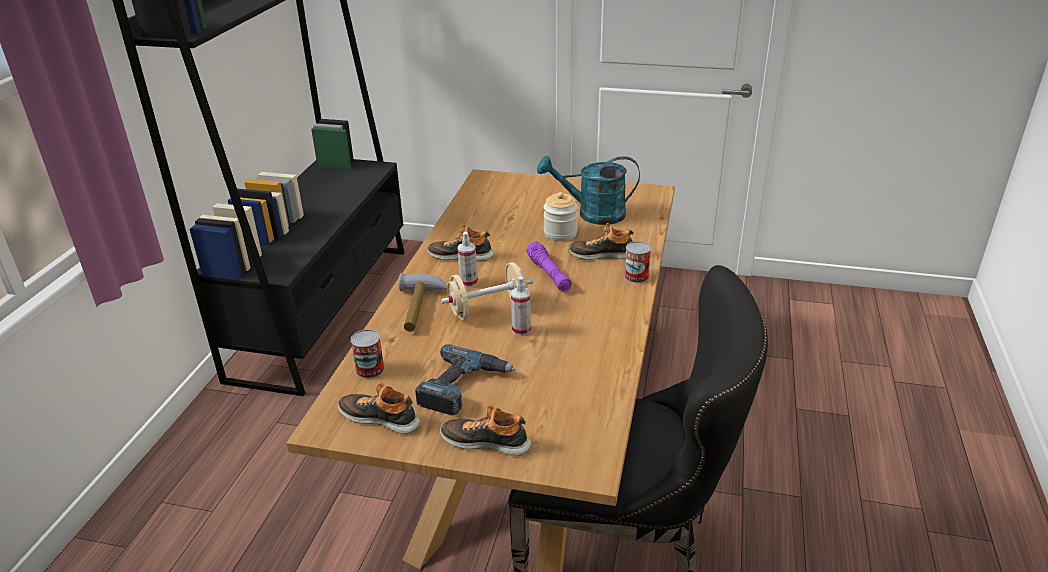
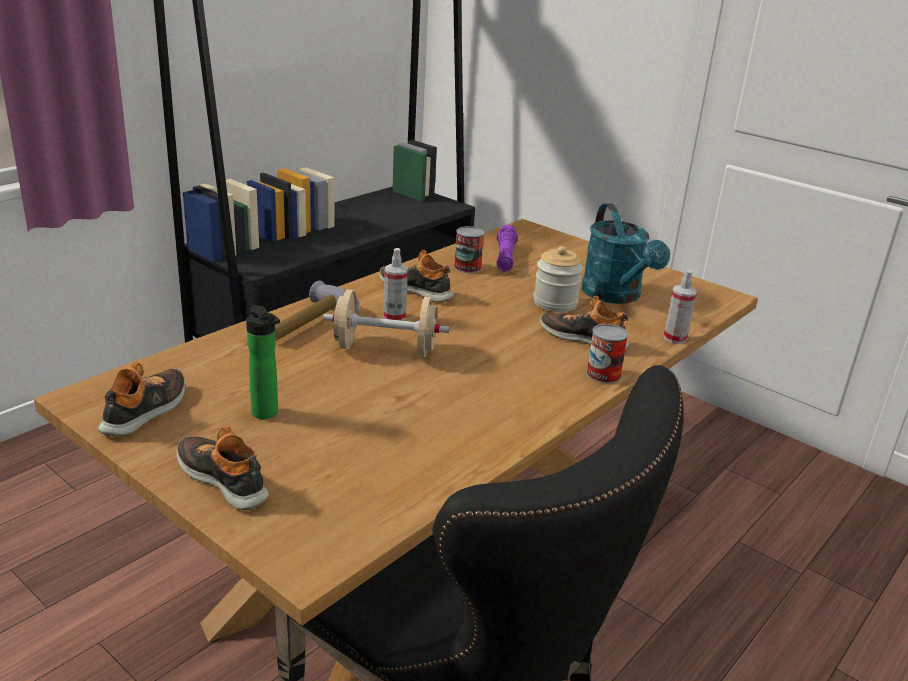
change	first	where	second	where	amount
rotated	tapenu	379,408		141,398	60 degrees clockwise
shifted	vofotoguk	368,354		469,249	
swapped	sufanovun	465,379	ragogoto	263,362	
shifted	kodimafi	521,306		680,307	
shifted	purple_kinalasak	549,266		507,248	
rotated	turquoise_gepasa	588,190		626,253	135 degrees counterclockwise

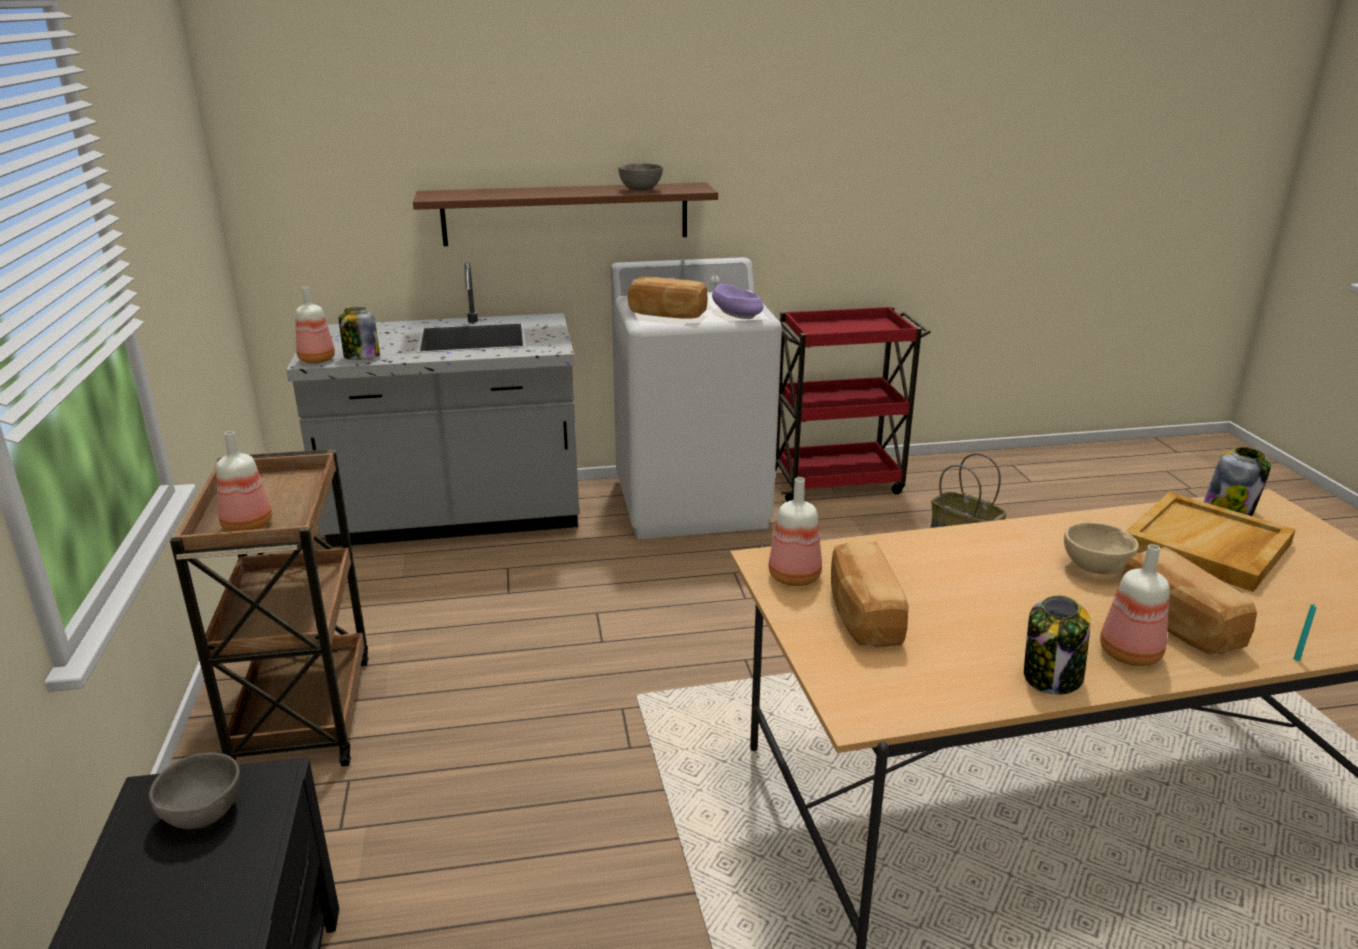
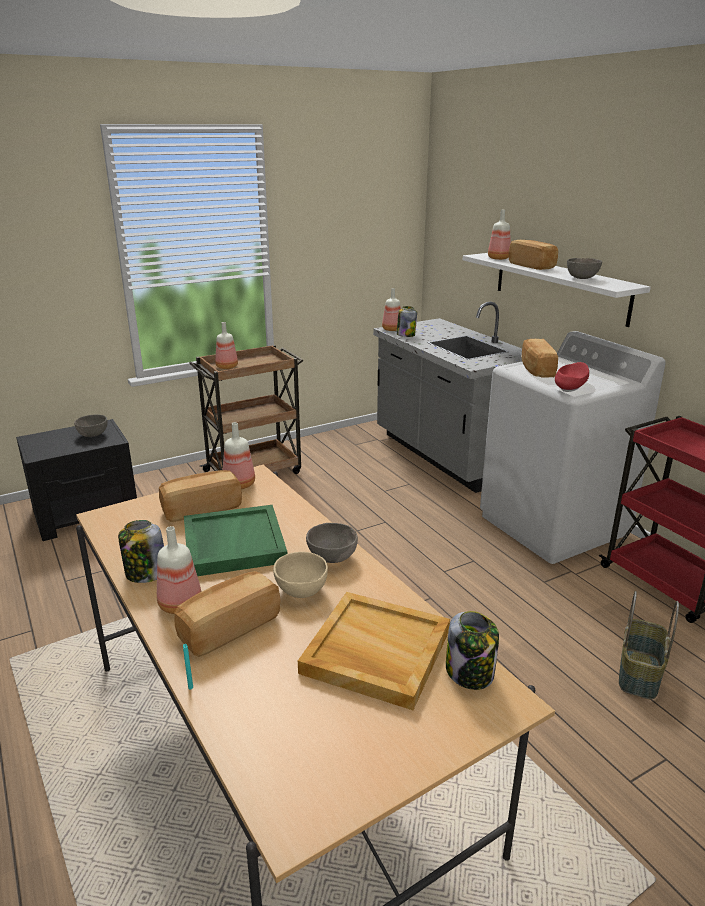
change	first	where	second	where	amount
repainted	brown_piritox	565,214	white_piritox	557,290	
repainted	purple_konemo	737,301	red_konemo	572,377	
new			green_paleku	235,540	
new			grey_konemo	332,543	
new			ragogoto	499,235	
new			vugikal	533,255	

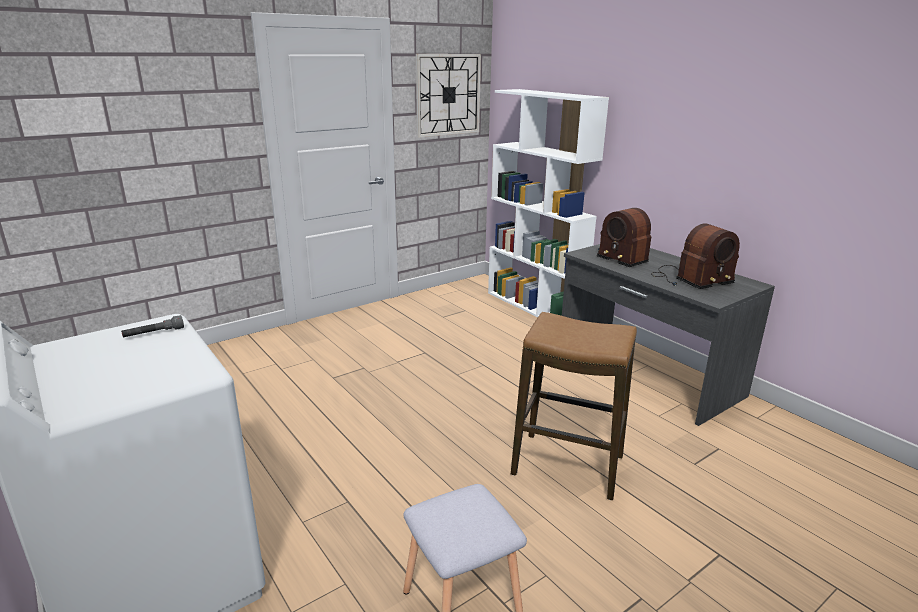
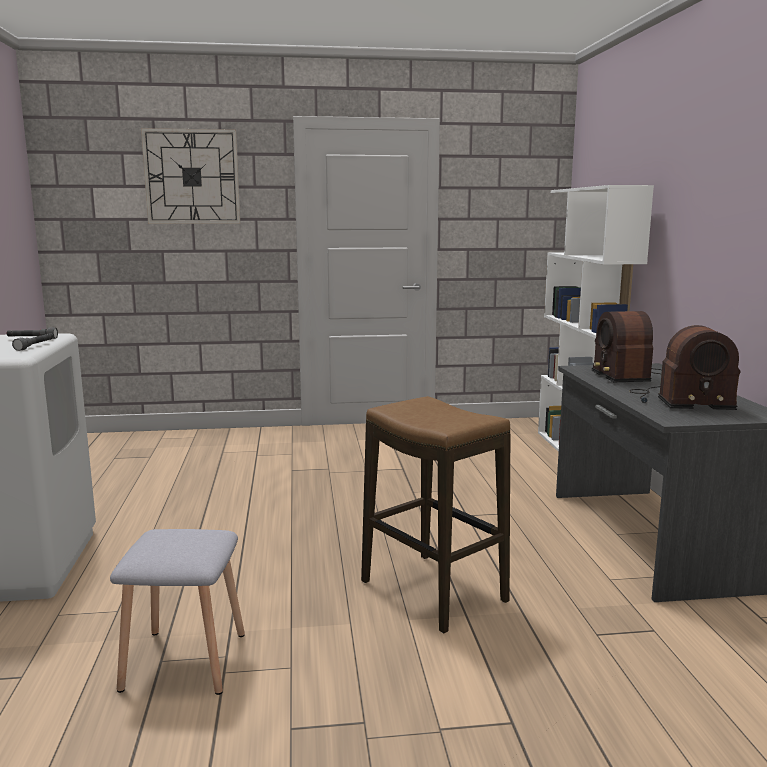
change	first	where	second	where	amount
shifted	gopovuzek	448,95		190,176	
new			grey_kinalasak	32,342	

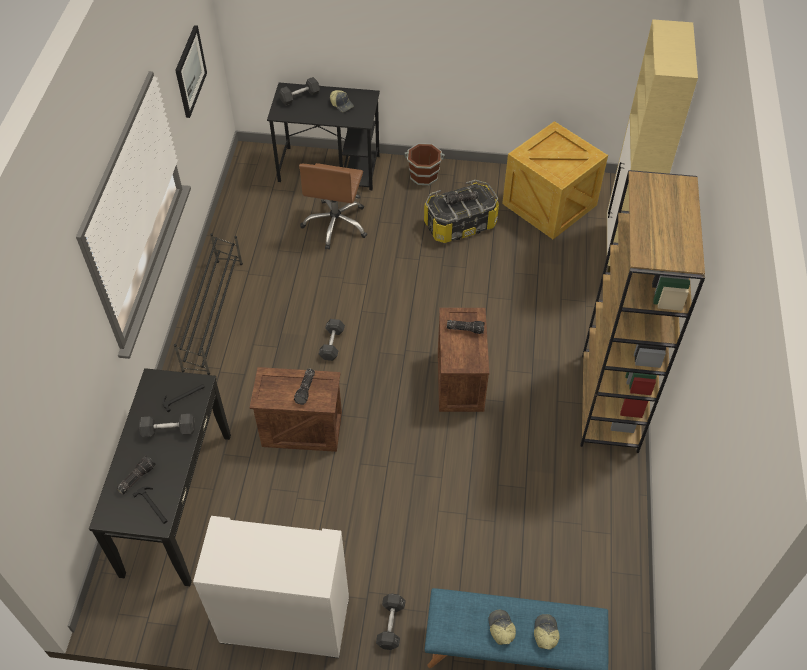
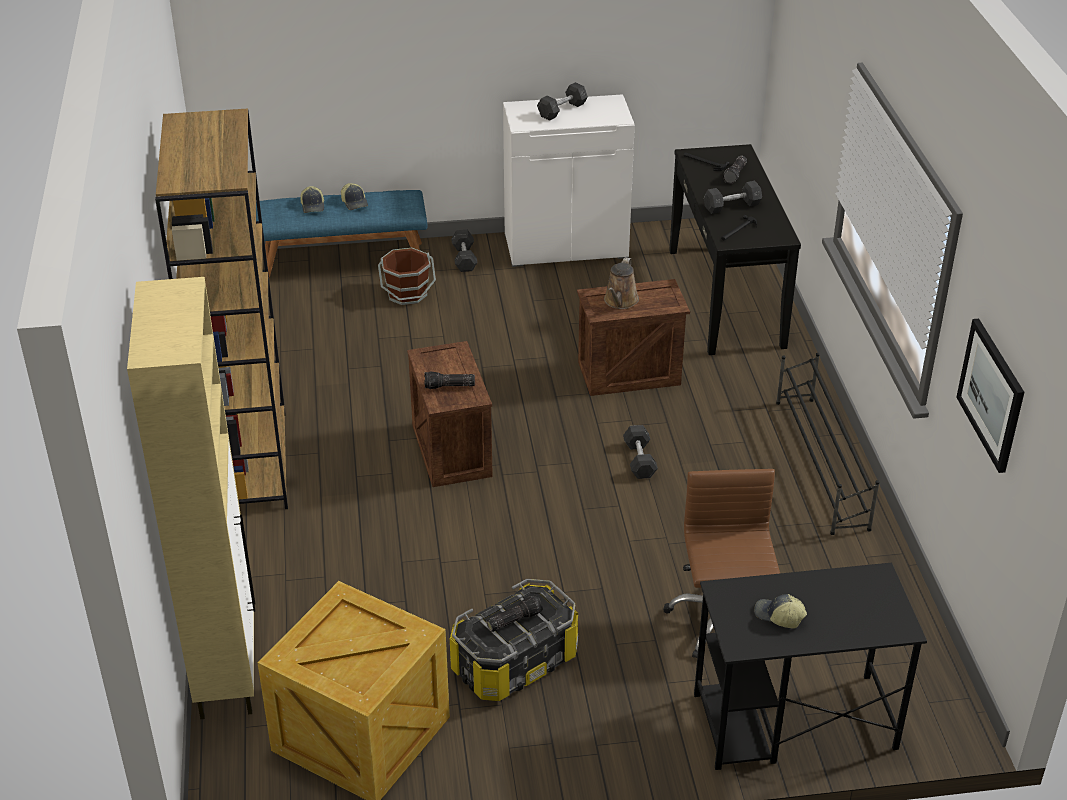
change	first	where	second	where	amount
shifted	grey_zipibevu	299,91		562,101	
swapped	kinalasak	304,386	brown_gepasa	621,283	
shifted	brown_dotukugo	425,164		407,276	

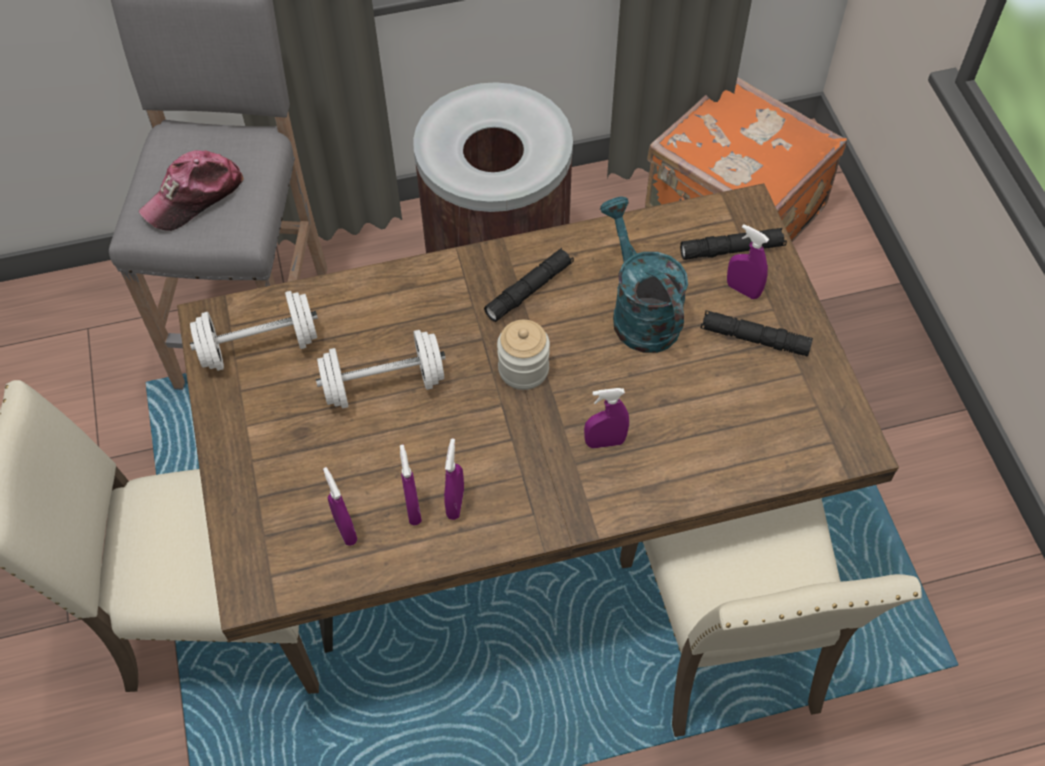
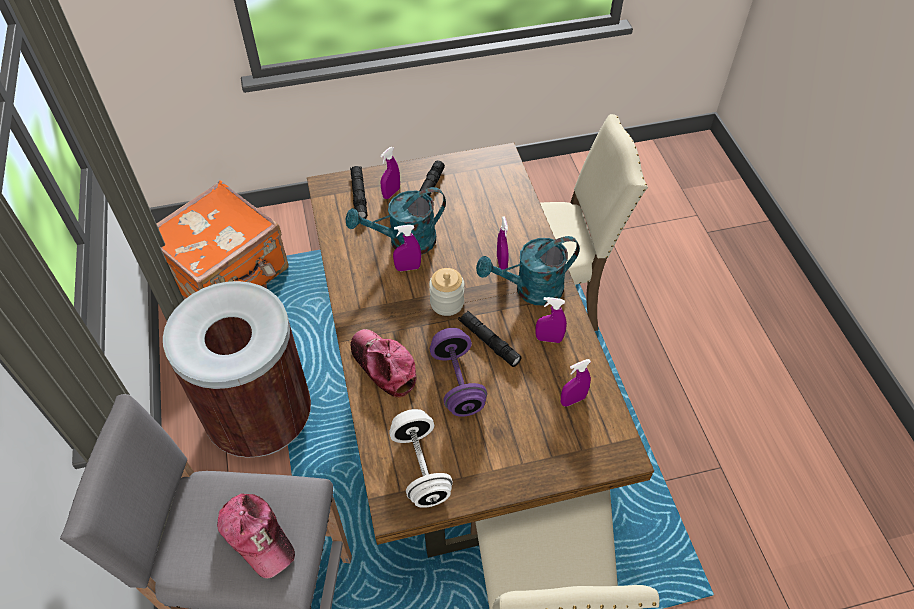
change	first	where	second	where	amount
repainted	white_zipibevu	381,369	purple_zipibevu	458,372	
shifted	purple_kodimafi	411,484		407,248	
shifted	black_kinalasak	529,285		490,338	
new			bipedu	384,363	
new			turquoise_gepasa	528,271	

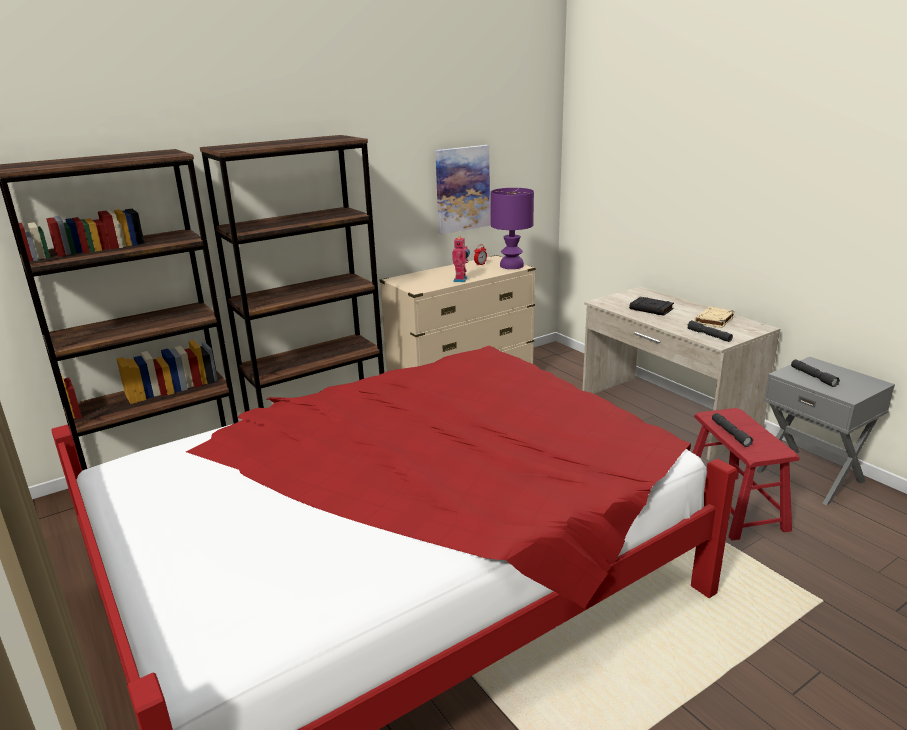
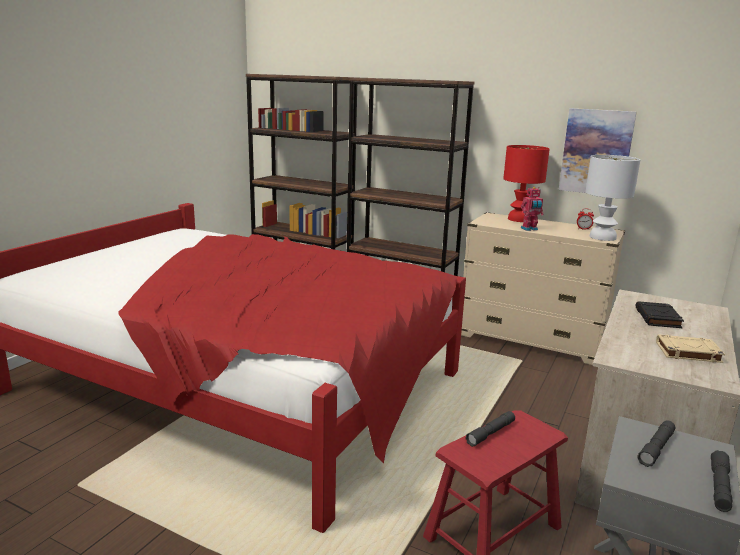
change	first	where	second	where	amount
repainted	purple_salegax	512,228	white_salegax	612,198	
shifted	grey_kinalasak	710,331		721,481	
new			red_salegax	526,183	

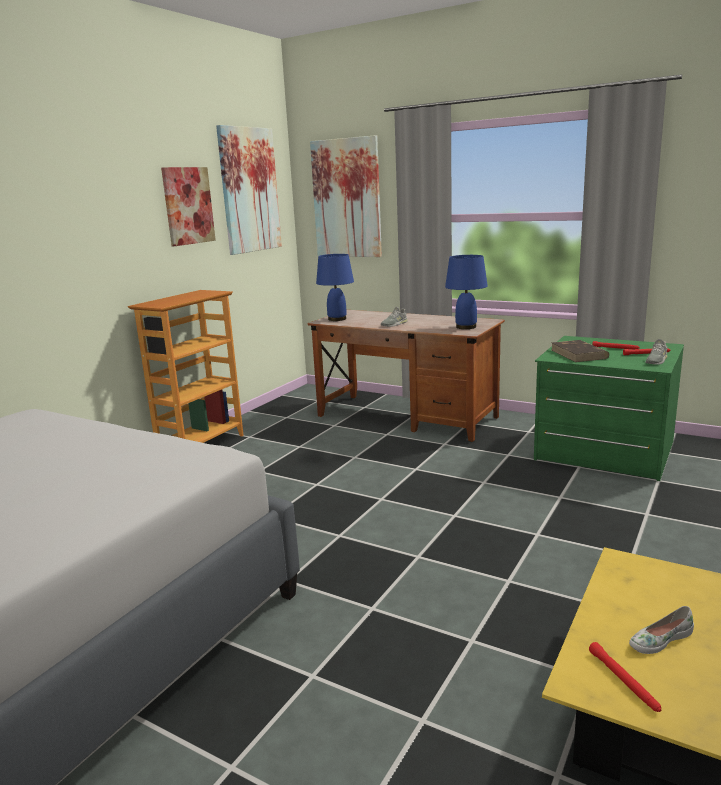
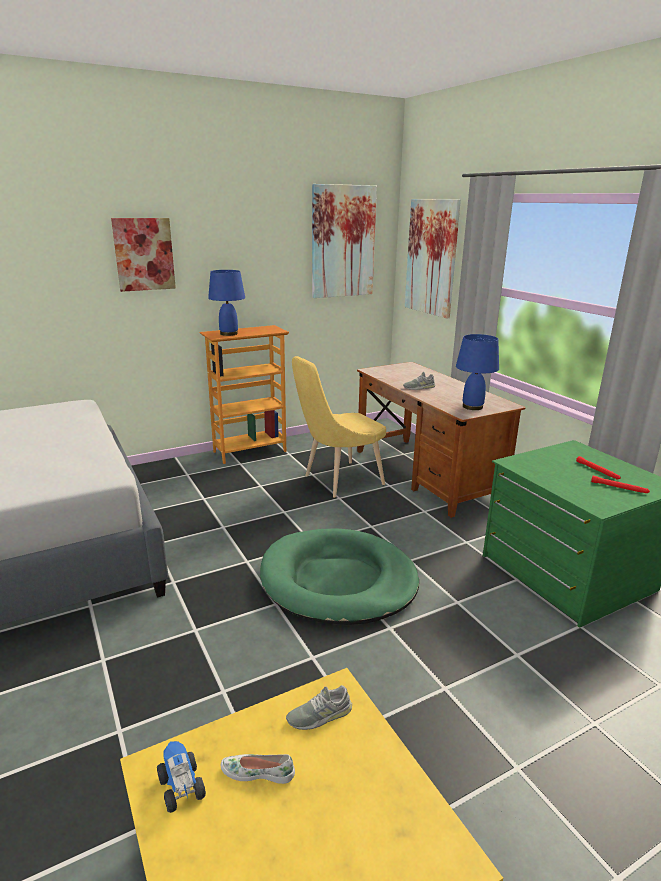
change	first	where	second	where	amount
shifted	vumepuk	188,206		143,255	
shifted	blue_salegax	335,287		226,303	
gone	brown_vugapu	580,351			
swapped	red_kinalasak	625,677	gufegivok	181,777	
shifted	grey_tapenu	656,352		319,707	
new			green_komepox	339,576	
new			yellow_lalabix	339,427	

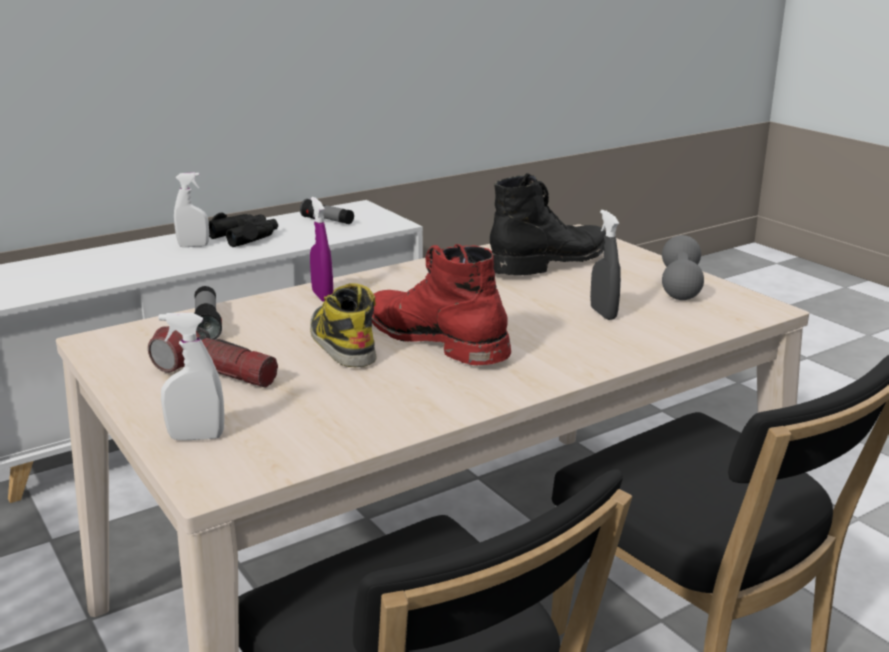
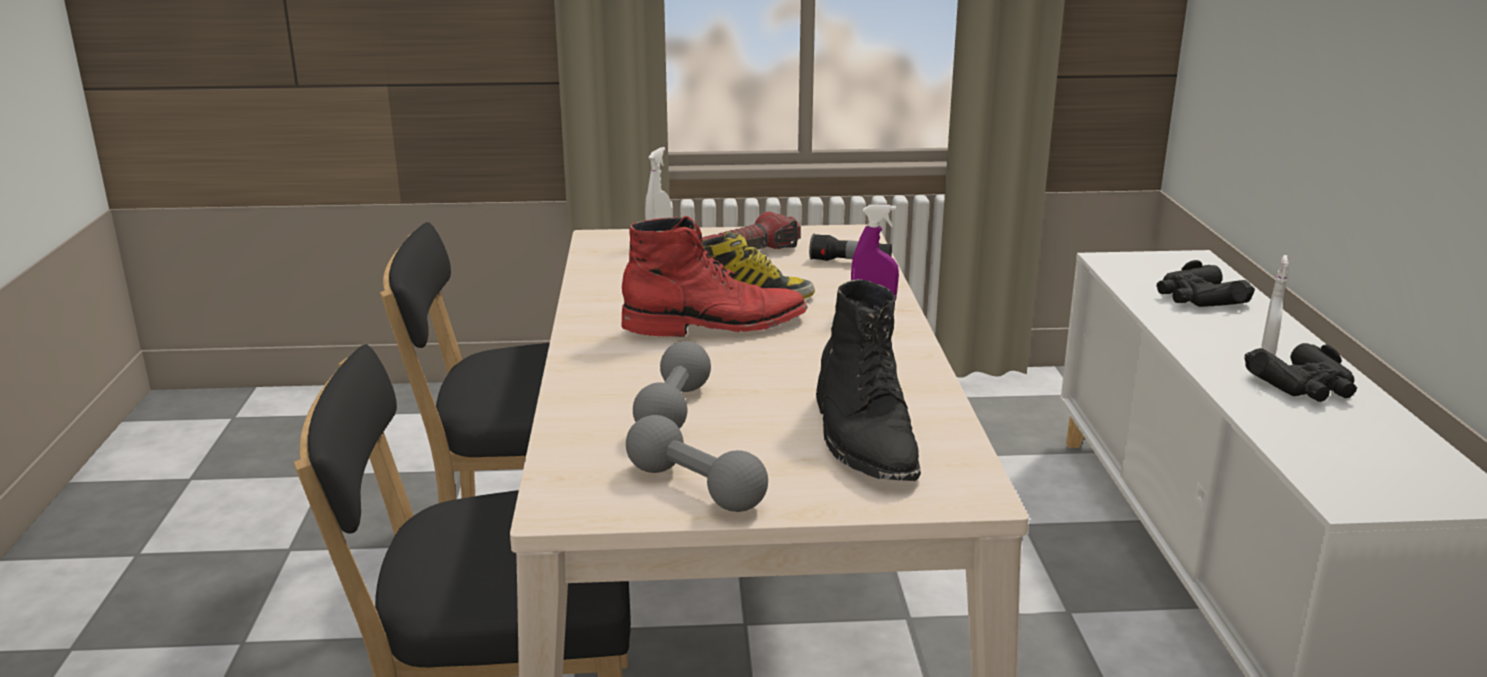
change	first	where	second	where	amount
gone	kinalasak	327,211			
swapped	grey_kodimafi	605,265	grey_zipibevu	672,385	
new			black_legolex	1205,283	

